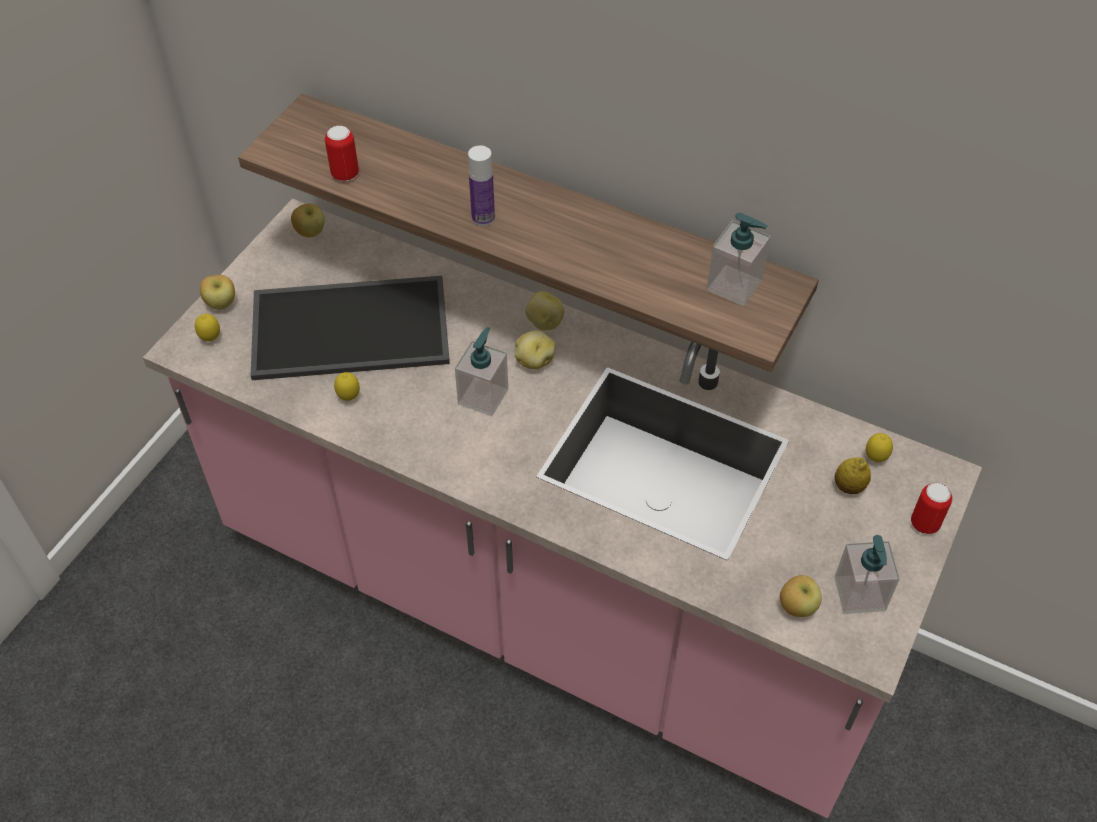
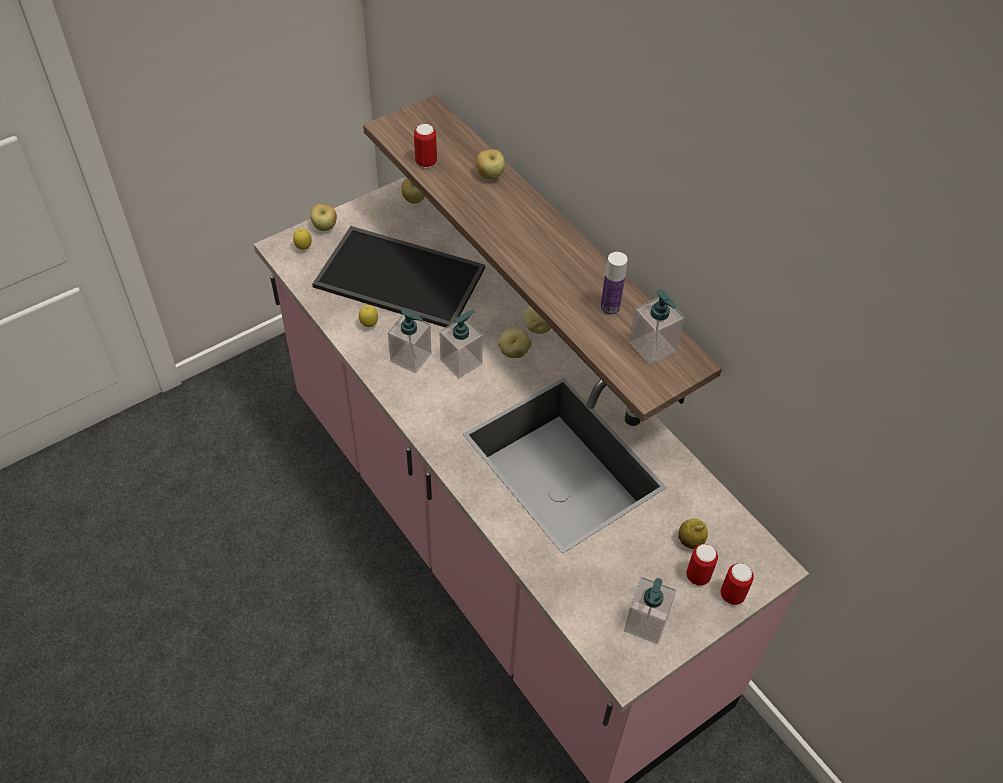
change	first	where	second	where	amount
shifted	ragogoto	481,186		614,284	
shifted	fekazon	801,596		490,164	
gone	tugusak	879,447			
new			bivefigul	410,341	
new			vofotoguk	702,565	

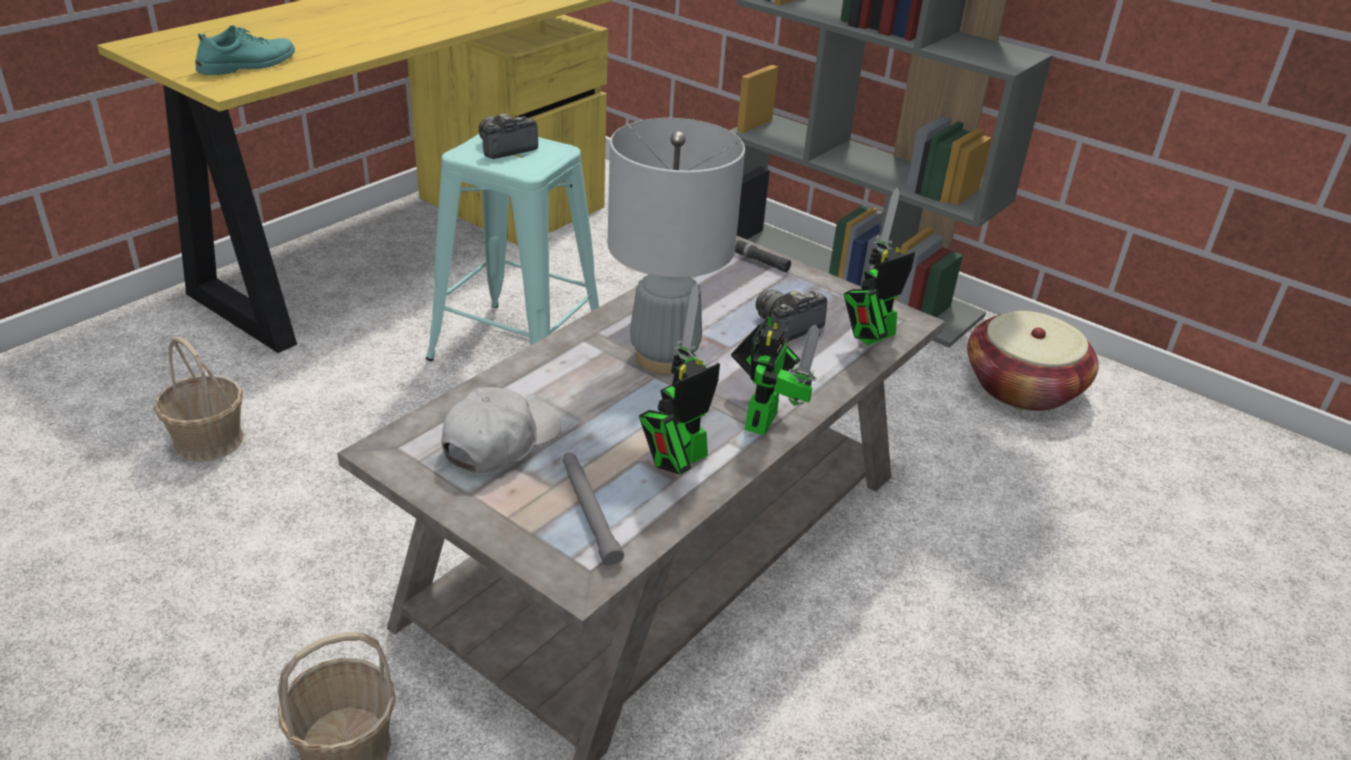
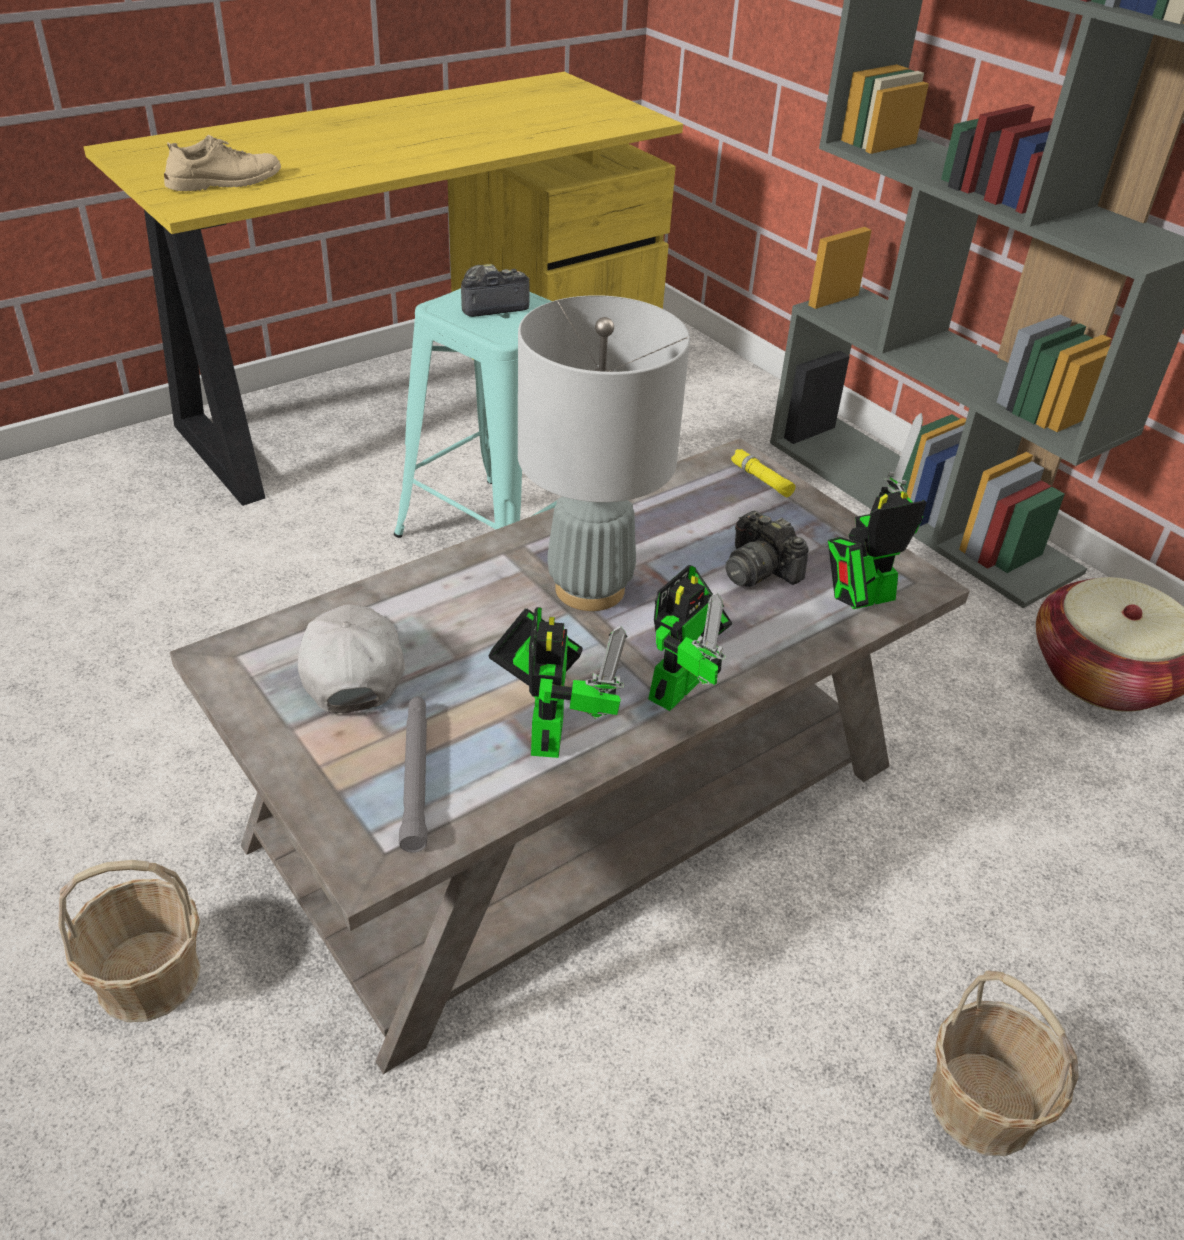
change	first	where	second	where	amount
shifted	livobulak	198,399		1004,1063	
repainted	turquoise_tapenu	245,50	beige_tapenu	222,163	
rotated	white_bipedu	501,430		351,658	60 degrees counterclockwise
rotated	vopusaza	679,379		558,682	120 degrees clockwise
repainted	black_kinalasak	763,256	yellow_kinalasak	763,473	
rotated	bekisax	791,315		767,549	105 degrees counterclockwise

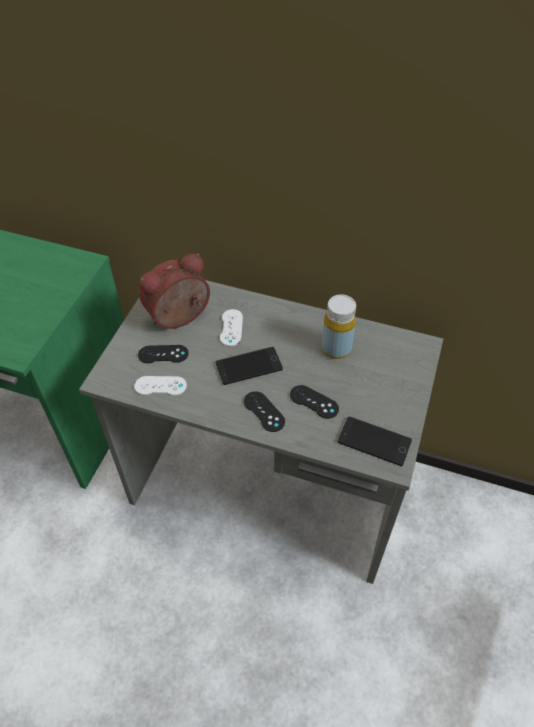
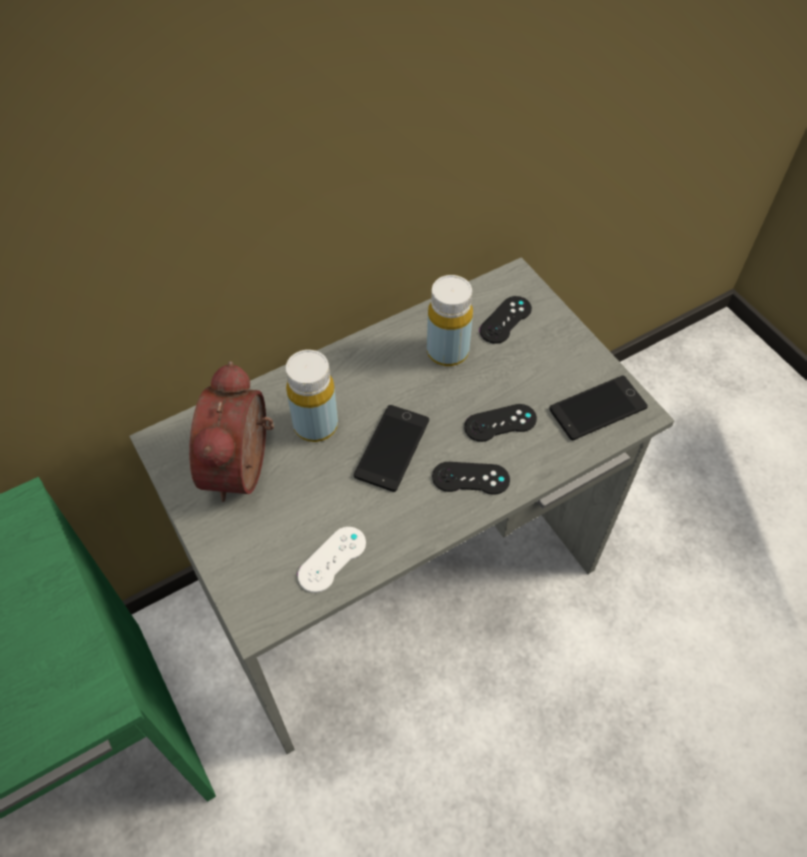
change	first	where	second	where	amount
shifted	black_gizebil	163,354		505,320	
swapped	white_gizebil	231,327	yellow_ragogoto	312,396	

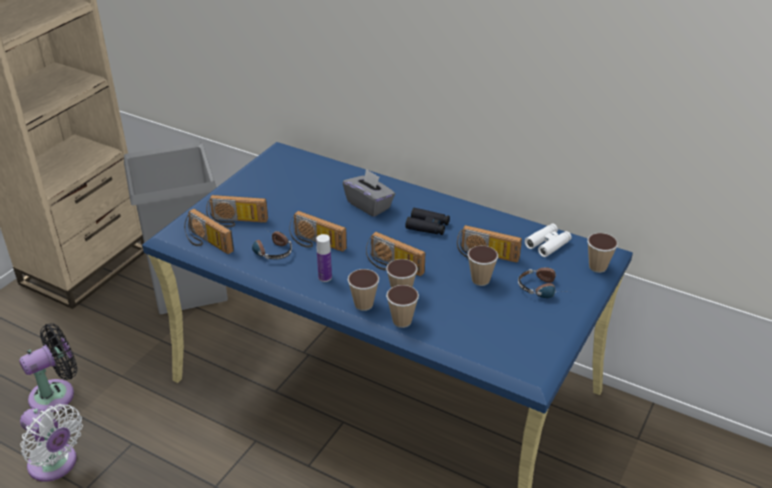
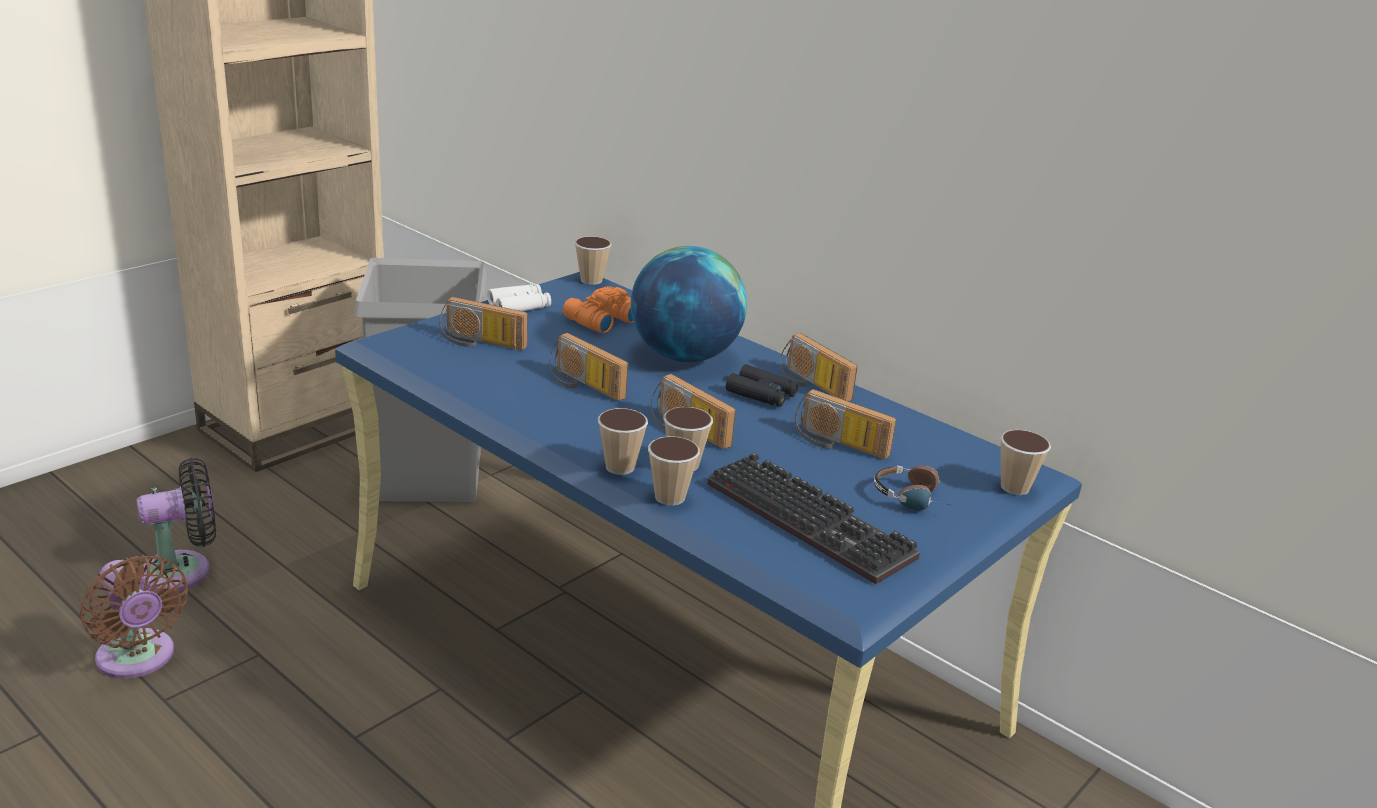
change	first	where	second	where	amount
repainted	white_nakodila	51,443	brown_nakodila	134,617	
shifted	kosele	209,231		819,367	
gone	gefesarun	272,245			
gone	ragogoto	324,258			
swapped	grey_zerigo	369,193	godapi	689,304	
shifted	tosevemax	483,265		593,260	
shifted	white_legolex	548,240		519,297	
new			orange_legolex	598,309	
new			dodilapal	814,518	

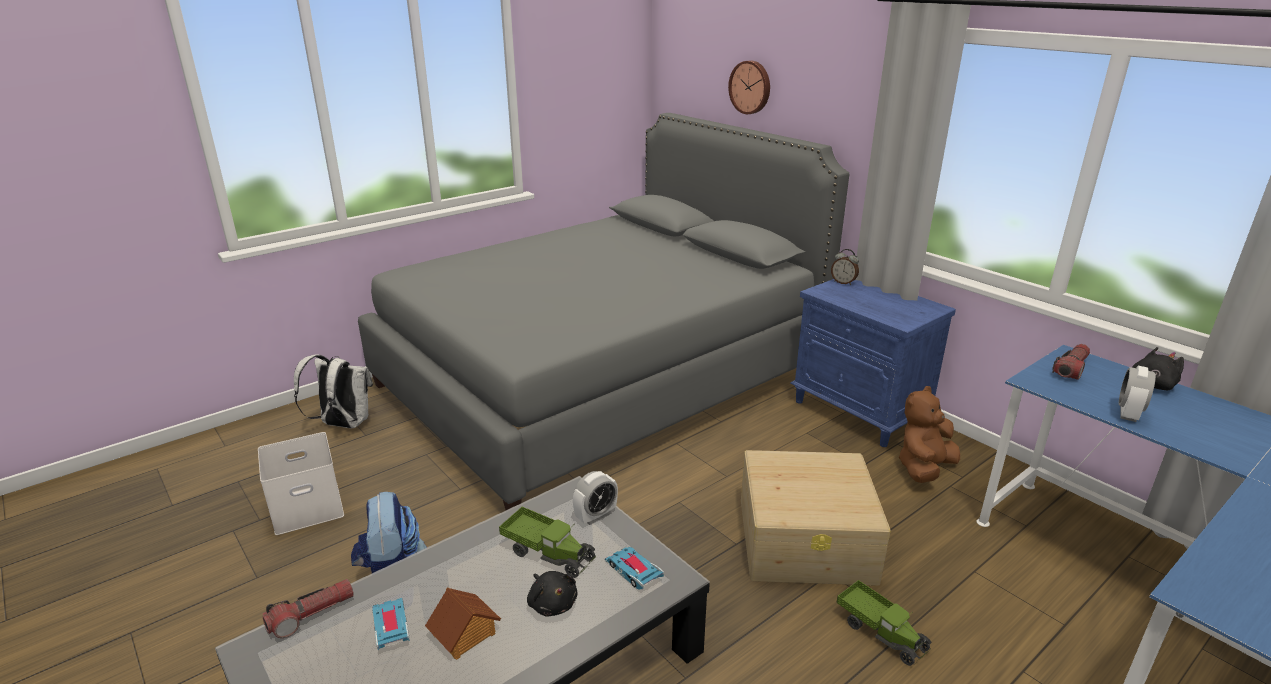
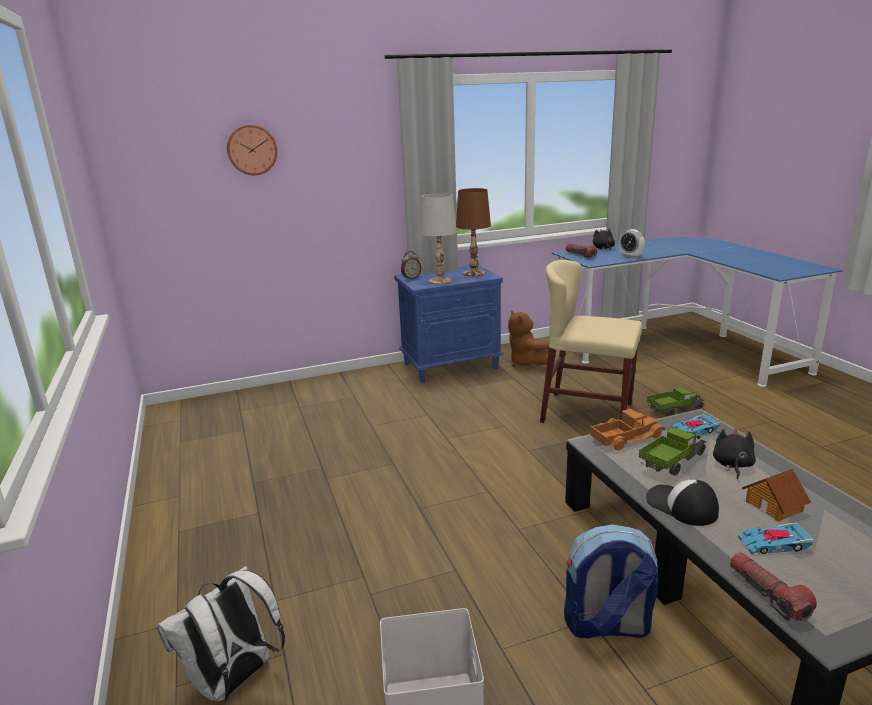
change	first	where	second	where	amount
gone	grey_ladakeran	603,311			
rotated	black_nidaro	552,594		734,453	60 degrees counterclockwise
swapped	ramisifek	595,498	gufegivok	627,429	
swapped	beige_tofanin	816,518	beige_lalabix	591,341	
new			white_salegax	439,238	
new			brown_salegax	473,232	
new			bipedu	682,502	

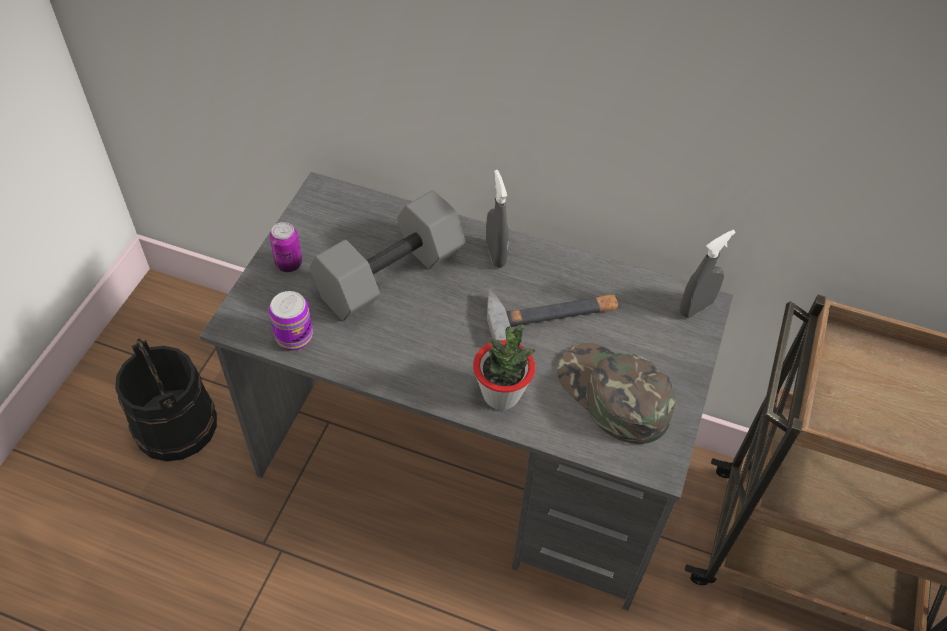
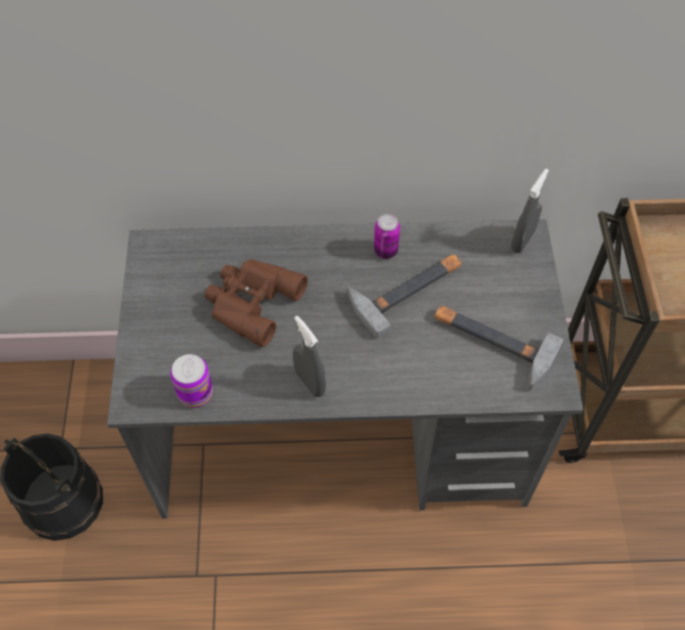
change	first	where	second	where	amount
shifted	vofotoguk	286,247		387,236	
swapped	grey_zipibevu	387,255	brown_legolex	256,303	
gone	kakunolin	504,367			
shifted	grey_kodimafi	497,219		309,356	
swapped	green_bipedu	616,393	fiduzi	499,348	

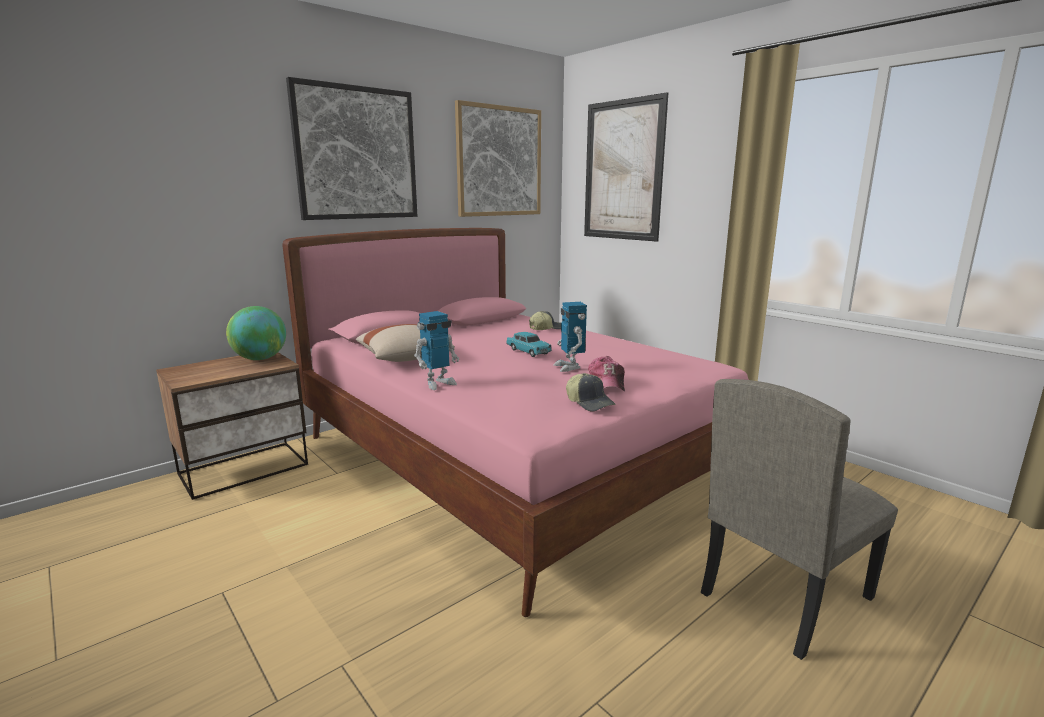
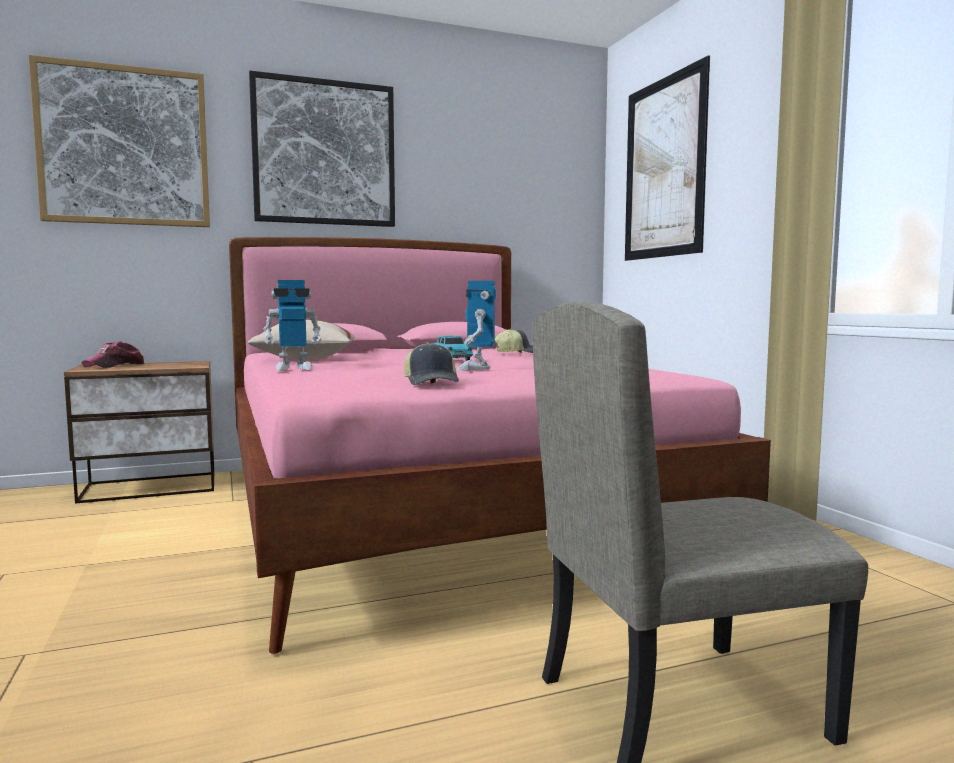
change	first	where	second	where	amount
gone	godapi	256,333			
shifted	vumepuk	498,158		119,141	
shifted	bipedu	606,373		113,354	

